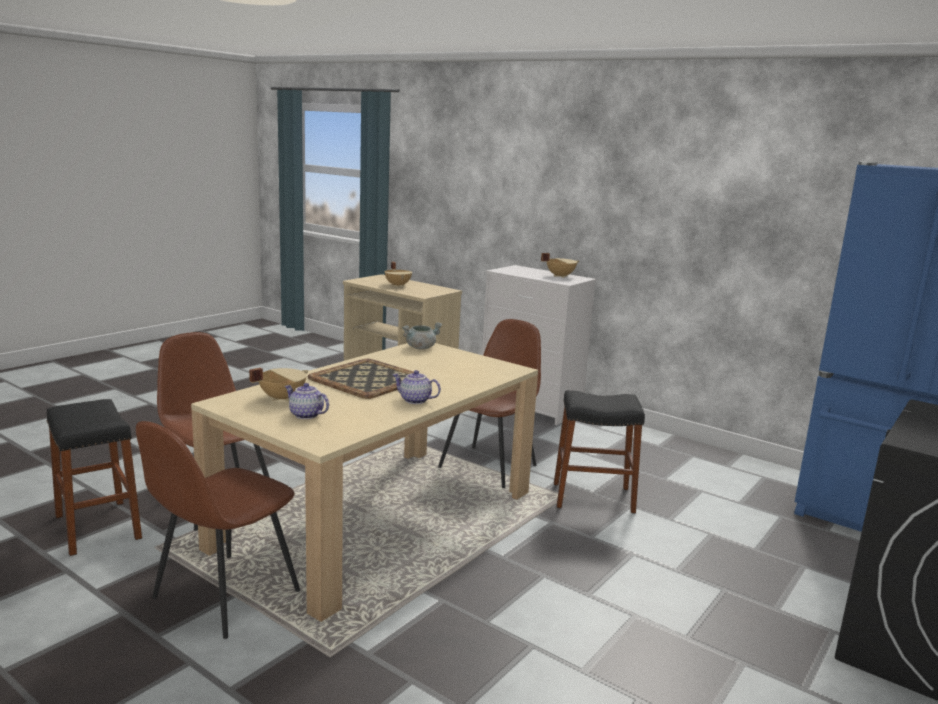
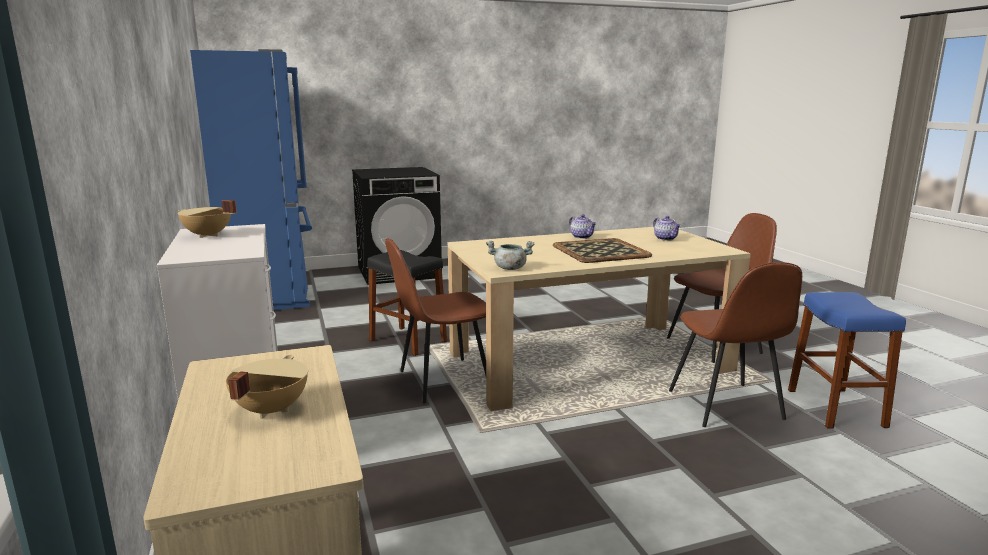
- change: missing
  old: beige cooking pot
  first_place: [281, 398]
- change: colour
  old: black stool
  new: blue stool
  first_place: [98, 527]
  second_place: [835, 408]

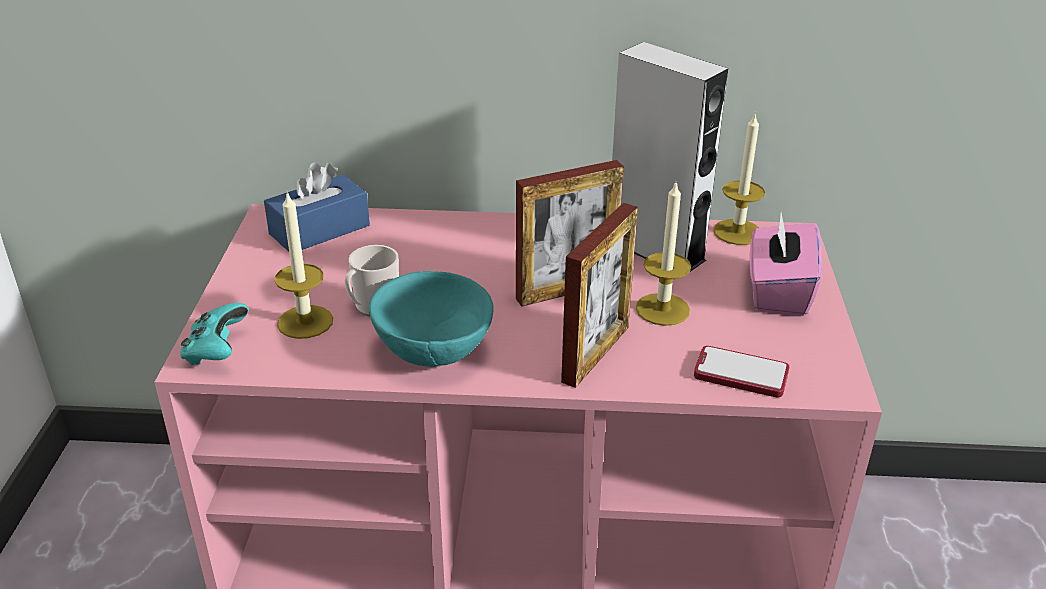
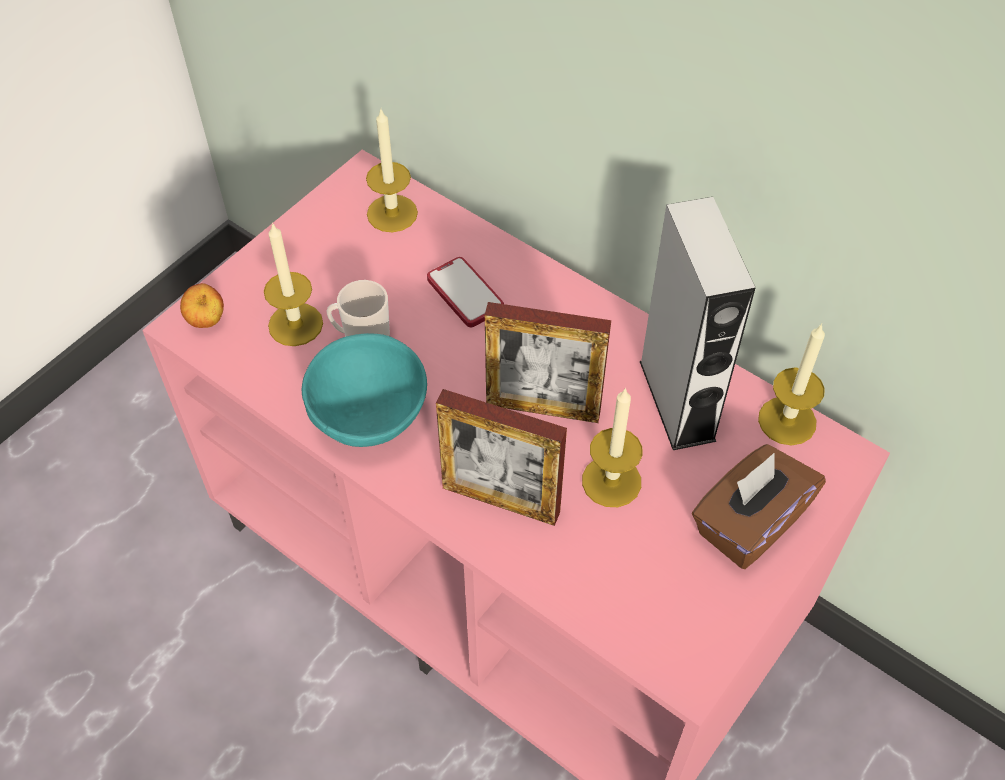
- change: exchanged
  old: blue tissue box
  new: candle
  first_place: [319, 230]
  second_place: [392, 213]
- change: spun
  old: picture frame
  first_place: [596, 354]
  second_place: [501, 500]
  degrees: 45
- change: colour
  old: pink tissue box
  new: brown tissue box
  first_place: [778, 291]
  second_place: [748, 523]
- change: exchanged
  old: turquoise game controller
  new: apple
  first_place: [216, 351]
  second_place: [207, 321]
- change: relocated
  old: phone
  first_place: [741, 374]
  second_place: [465, 294]

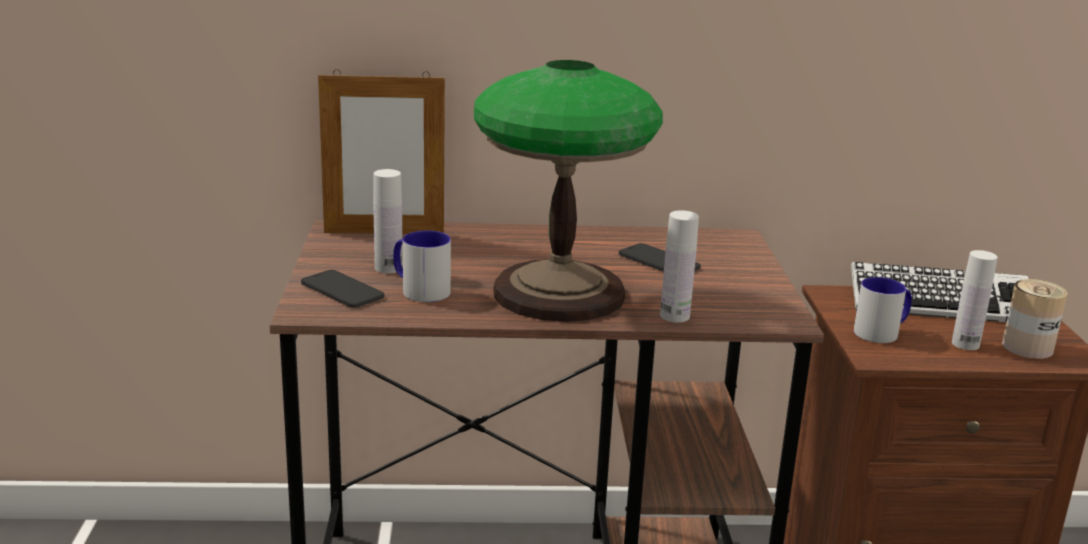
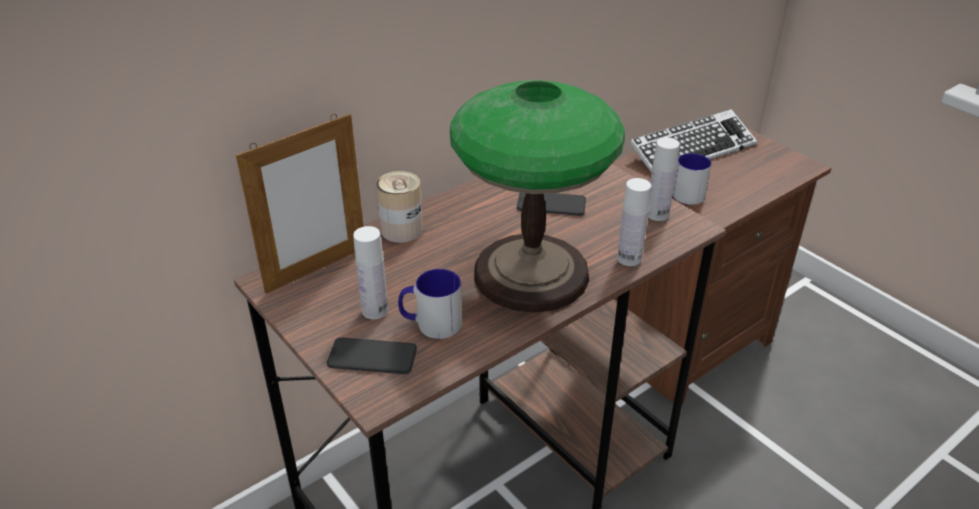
- change: relocated
  old: white bottle
  first_place: [965, 344]
  second_place: [657, 214]
- change: relocated
  old: can
  first_place: [1027, 347]
  second_place: [401, 230]

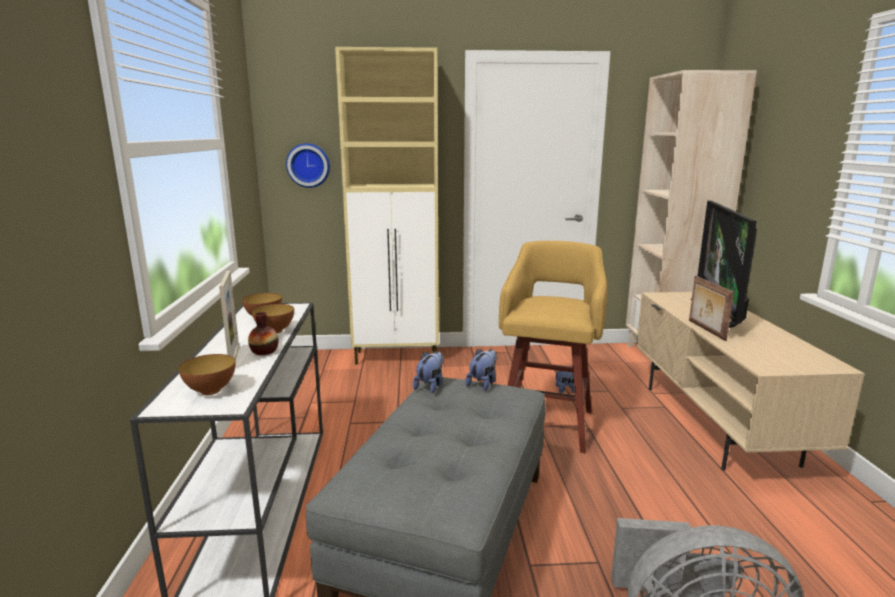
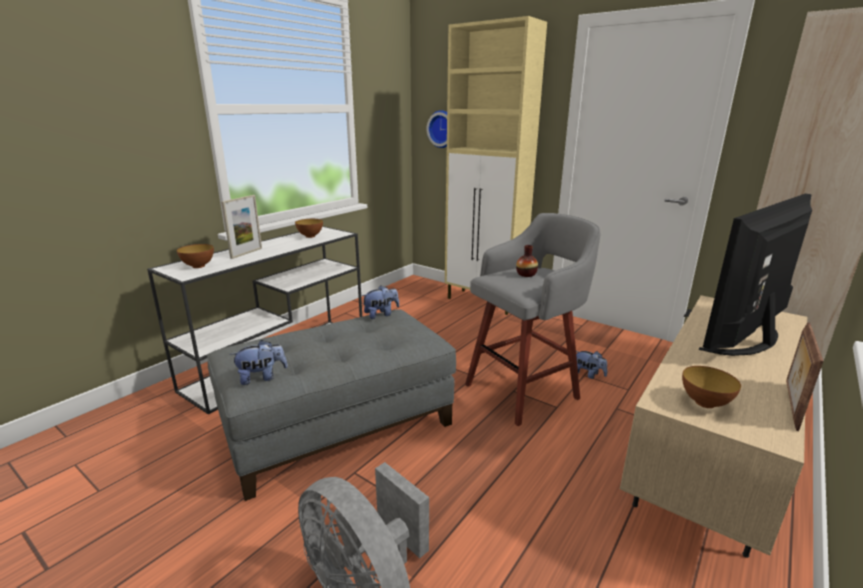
- change: colour
  old: yellow stool
  new: grey stool
  first_place: [547, 422]
  second_place: [524, 390]
- change: relocated
  old: picture frame
  first_place: [705, 330]
  second_place: [790, 405]
- change: relocated
  old: bowl
  first_place: [275, 331]
  second_place: [705, 403]
- change: relocated
  old: vase
  first_place: [264, 351]
  second_place: [526, 274]
- change: relocated
  old: plush toy
  first_place: [483, 383]
  second_place: [262, 377]

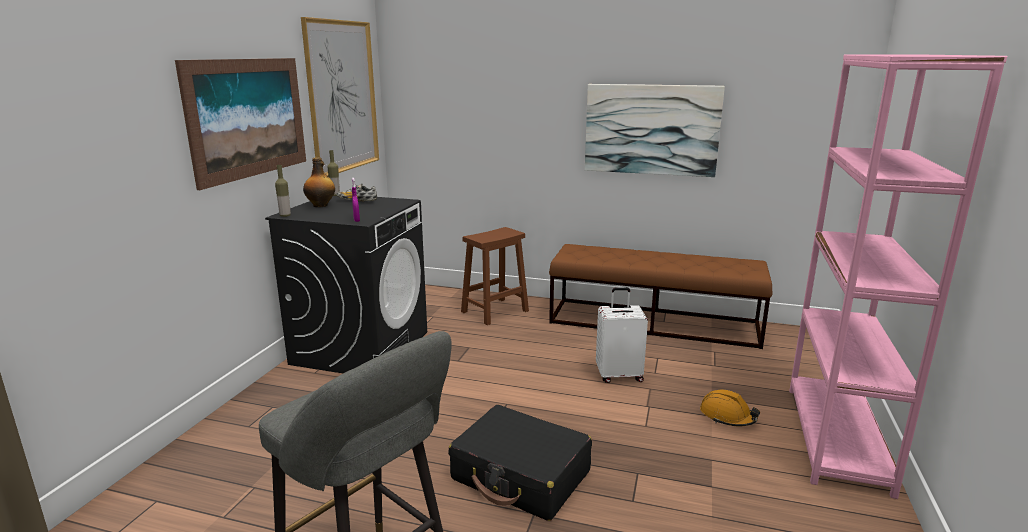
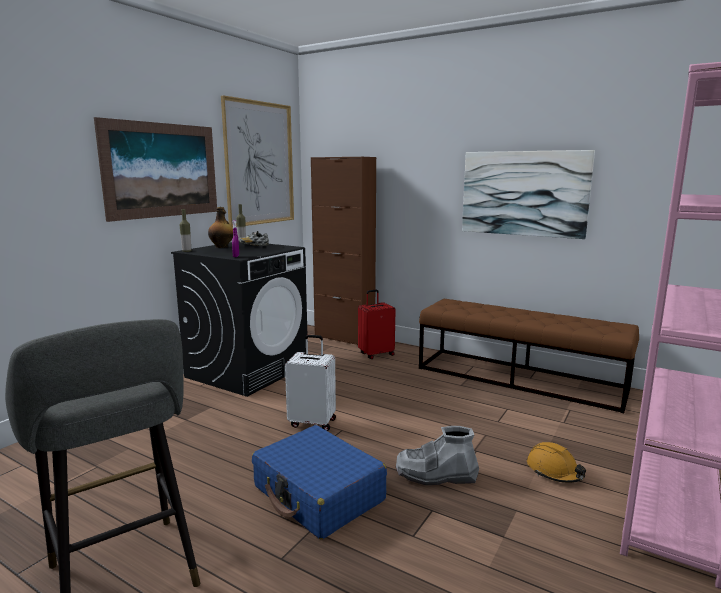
- change: exchanged
  old: brown stool
  new: red suitcase
  first_place: [495, 311]
  second_place: [376, 354]
- change: relocated
  old: white suitcase
  first_place: [619, 375]
  second_place: [313, 422]
- change: colour
  old: black suitcase
  new: blue suitcase
  first_place: [521, 476]
  second_place: [318, 494]
- change: appeared
  new: brown cabinet
  second_place: [344, 338]
- change: appeared
  new: grey boot
  second_place: [435, 475]

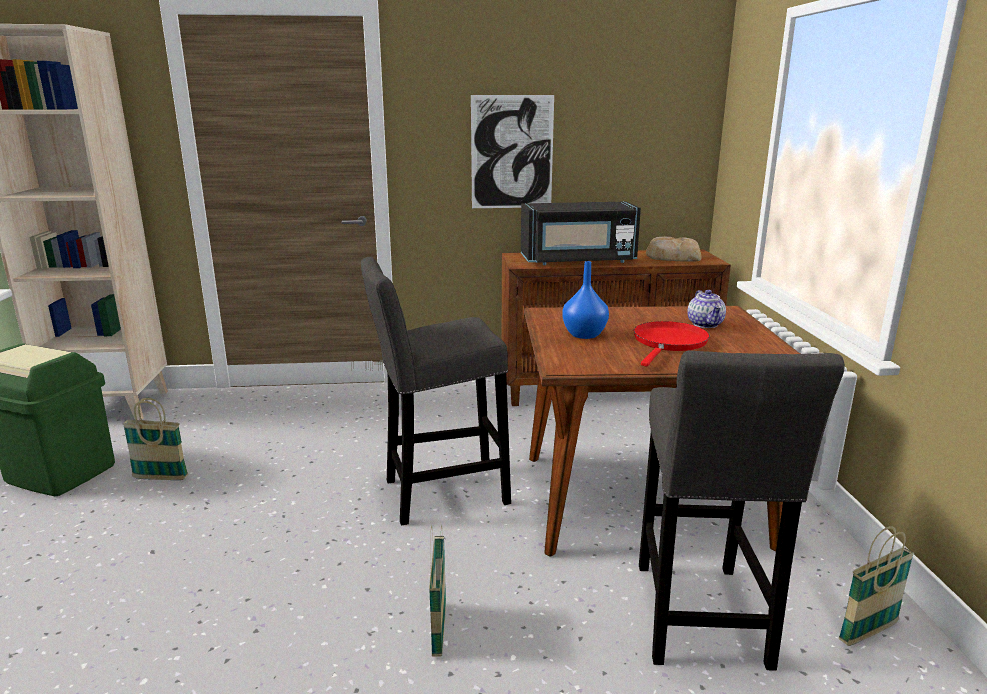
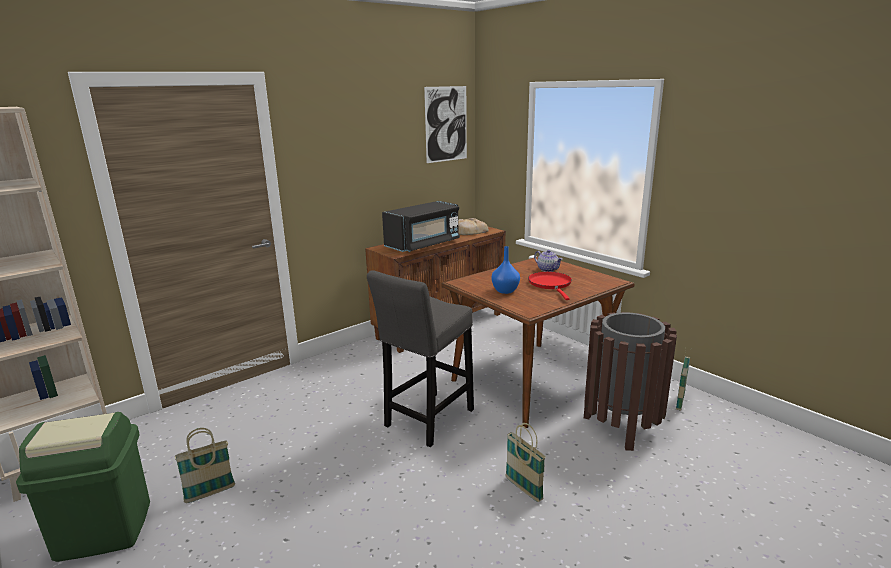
- change: relocated
  old: picture
  first_place: [512, 152]
  second_place: [446, 124]
- change: exchanged
  old: grey stool
  new: brown trash can
  first_place: [699, 620]
  second_place: [621, 426]

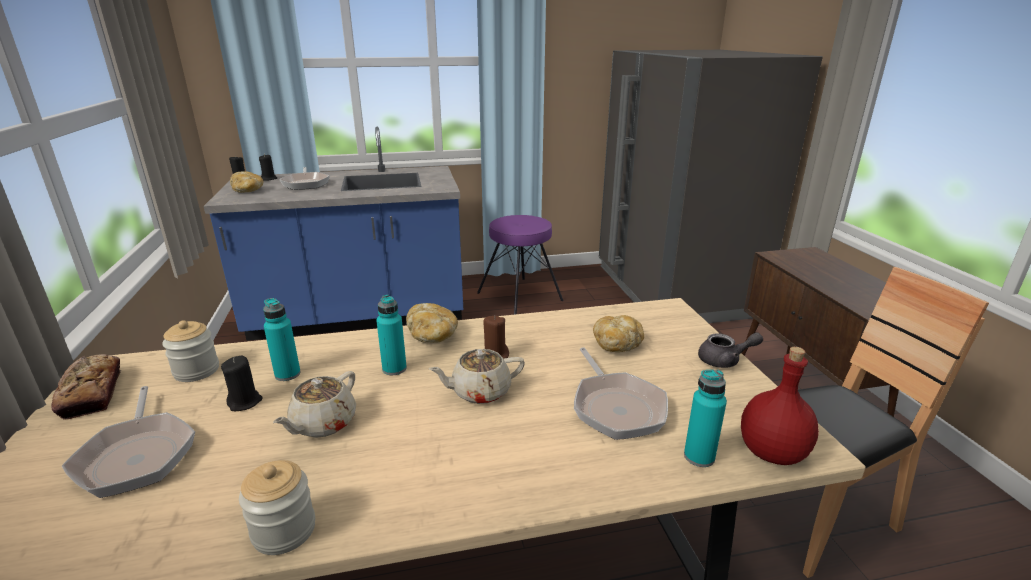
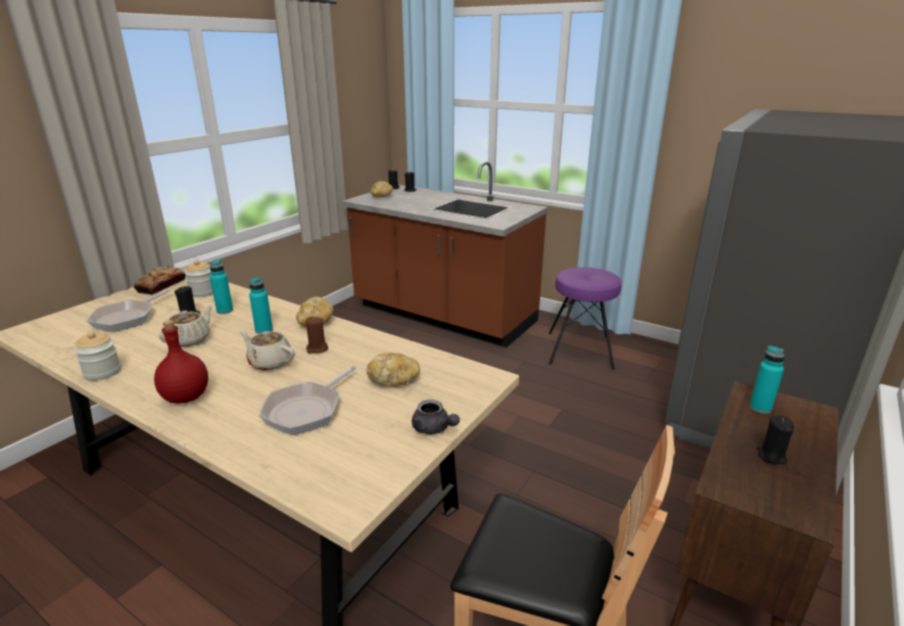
- change: colour
  old: blue counter
  new: brown counter
  first_place: [359, 315]
  second_place: [443, 315]
- change: missing
  old: frying pan
  first_place: [306, 183]
- change: relocated
  old: red bottle
  first_place: [770, 452]
  second_place: [186, 396]
- change: relocated
  old: turquoise bottle
  first_place: [699, 456]
  second_place: [760, 408]
- change: spun
  old: beige teapot
  first_place: [323, 424]
  second_place: [191, 340]
  degrees: 135
- change: appeared
  new: black candle
  second_place: [771, 456]

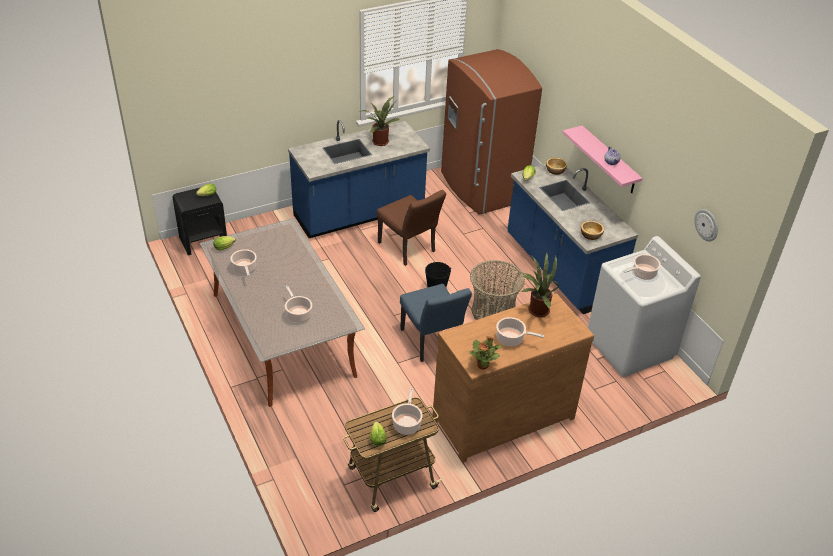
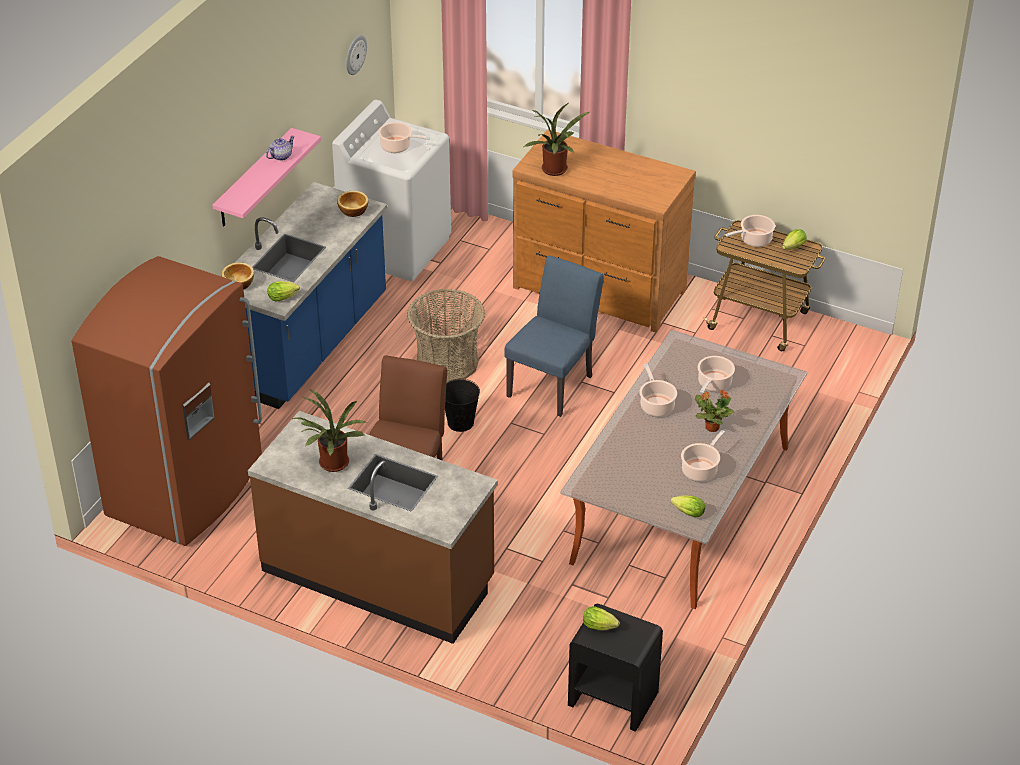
- change: colour
  old: blue counter
  new: brown counter
  first_place: [359, 214]
  second_place: [378, 576]
- change: relocated
  old: cooking pot
  first_place: [511, 339]
  second_place: [656, 405]
- change: relocated
  old: potted plant
  first_place: [483, 365]
  second_place: [711, 427]

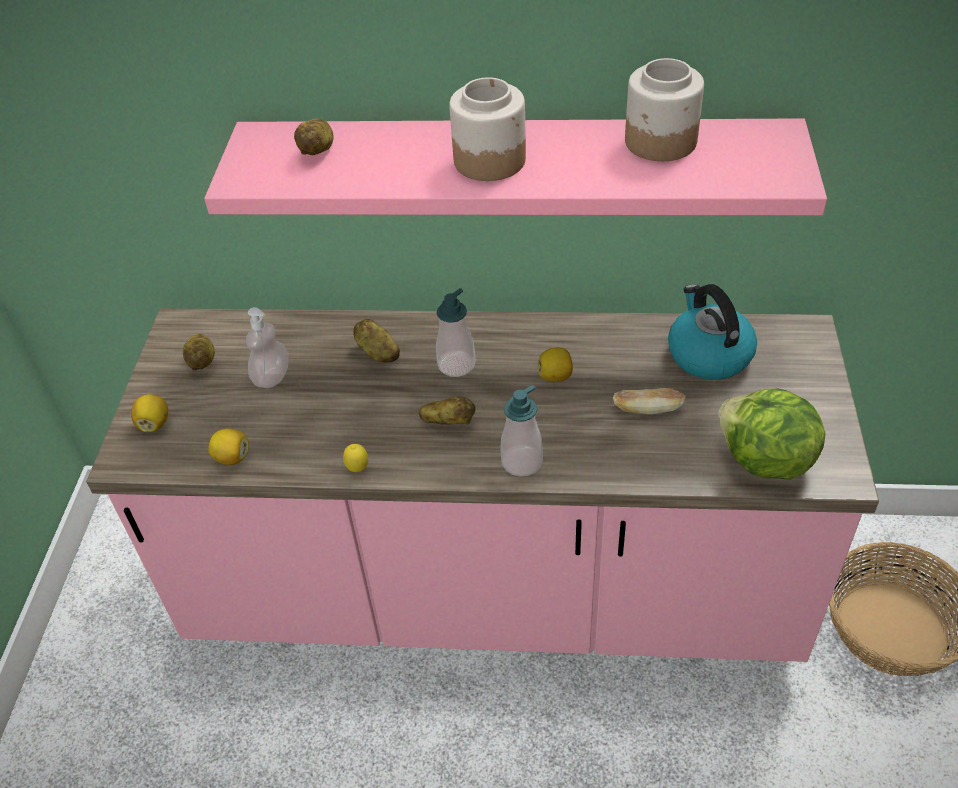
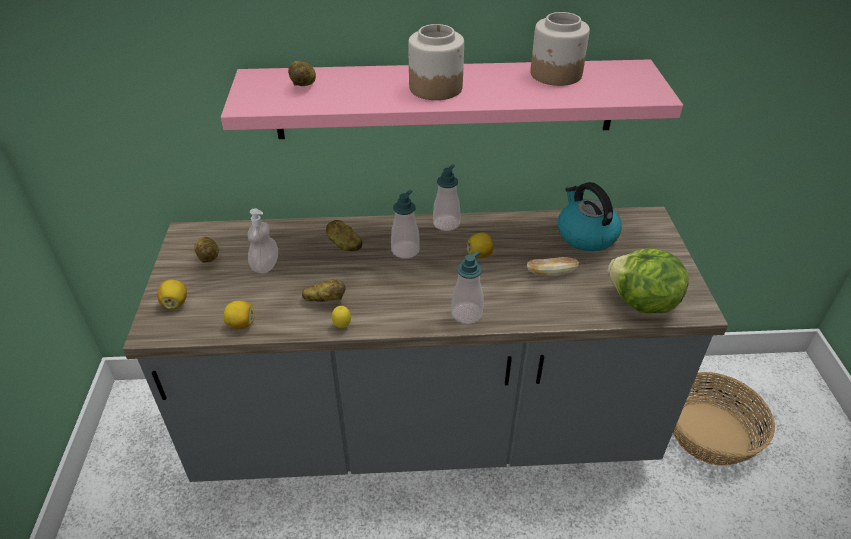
- change: colour
  old: pink counter
  new: grey counter
  first_place: [493, 592]
  second_place: [425, 430]
- change: relocated
  old: potato
  first_place: [448, 422]
  second_place: [325, 300]
- change: appeared
  new: soap dispenser
  second_place: [446, 223]

